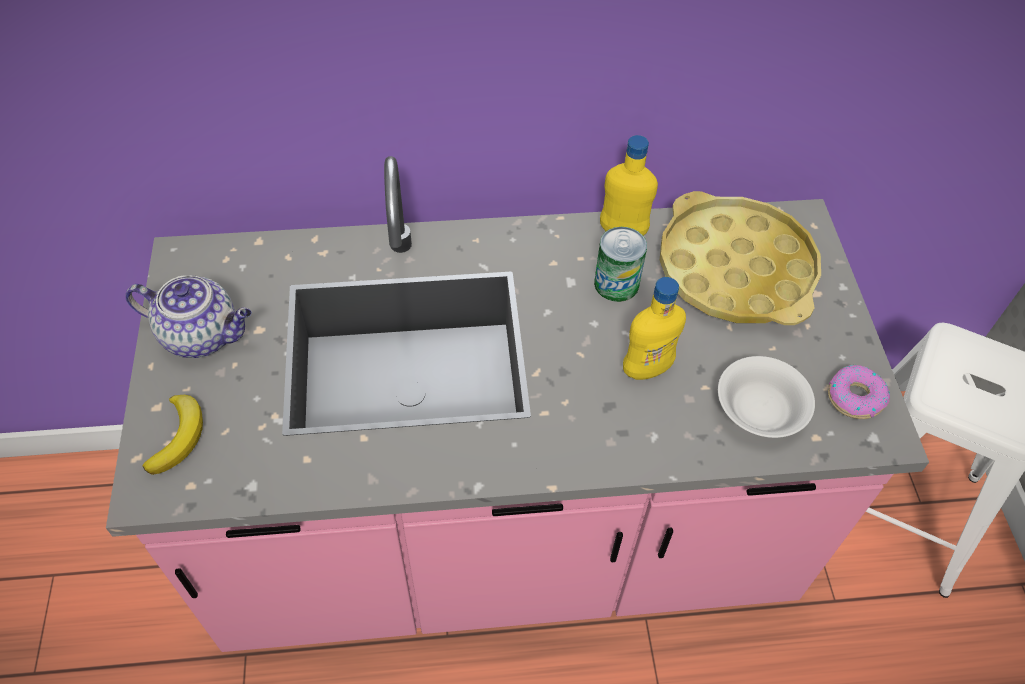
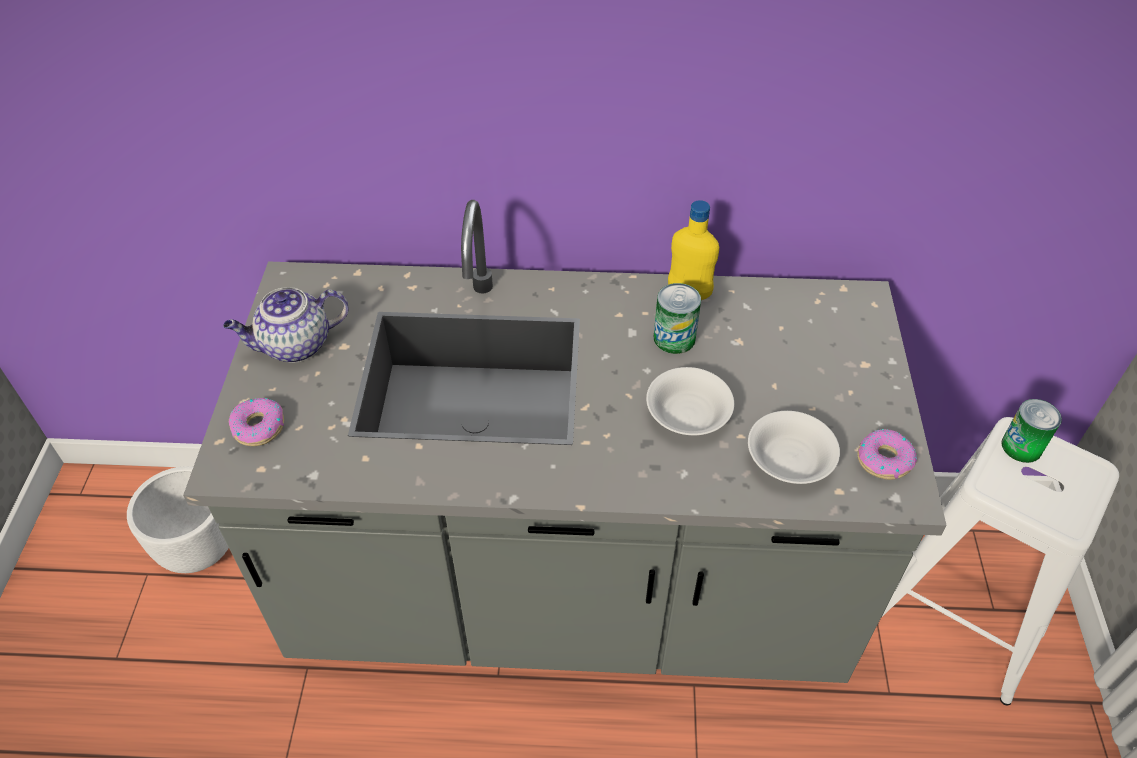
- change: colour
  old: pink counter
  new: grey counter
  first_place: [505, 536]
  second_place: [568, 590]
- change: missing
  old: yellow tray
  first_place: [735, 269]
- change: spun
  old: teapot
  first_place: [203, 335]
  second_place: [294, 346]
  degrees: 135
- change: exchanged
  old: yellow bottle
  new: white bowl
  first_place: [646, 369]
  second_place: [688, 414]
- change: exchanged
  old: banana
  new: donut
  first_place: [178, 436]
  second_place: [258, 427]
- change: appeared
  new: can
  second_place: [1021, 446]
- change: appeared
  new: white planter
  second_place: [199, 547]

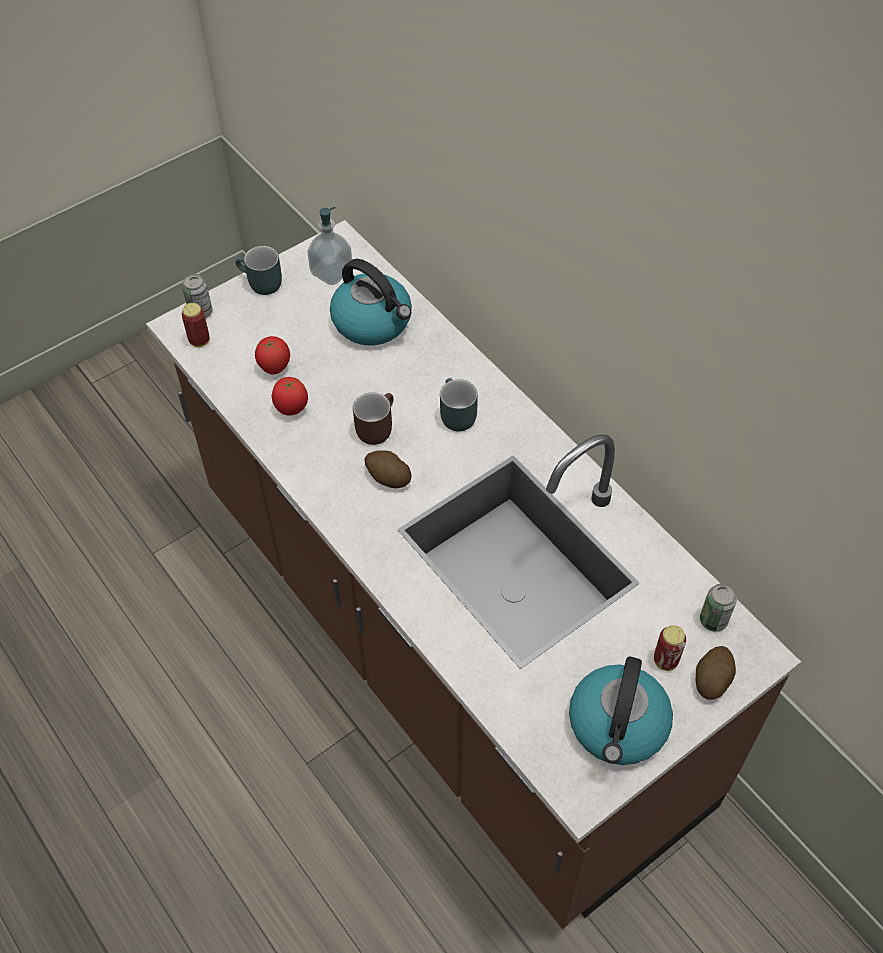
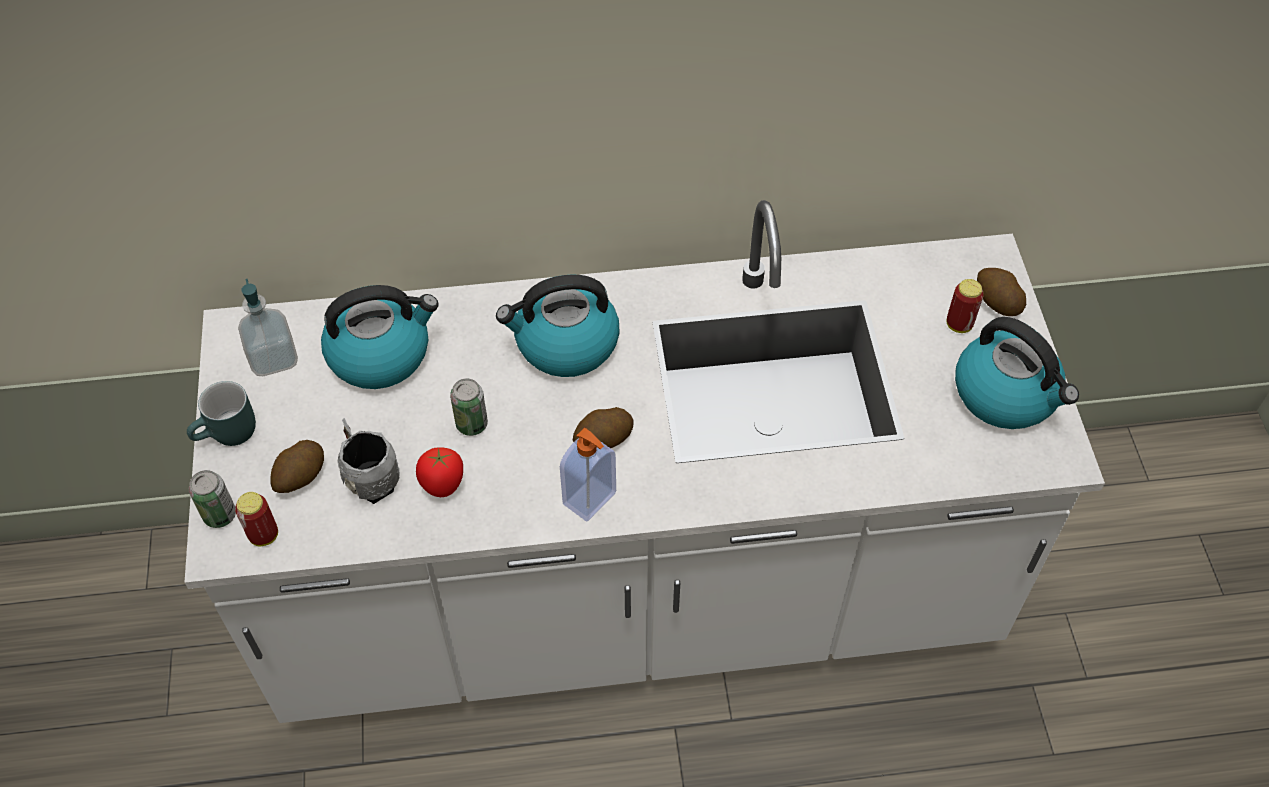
- change: colour
  old: brown counter
  new: white counter
  first_place: [443, 647]
  second_place: [634, 596]
- change: exchanged
  old: tomato
  new: grey mug
  first_place: [274, 368]
  second_place: [370, 477]
- change: exchanged
  old: turquoise mug
  new: kettle
  first_place: [454, 415]
  second_place: [565, 344]
- change: missing
  old: brown mug
  first_place: [375, 427]
- change: relocated
  old: can
  first_place: [713, 620]
  second_place: [472, 424]
- change: appeared
  new: soap dispenser
  second_place: [591, 499]
- change: appeared
  new: potato
  second_place: [300, 477]

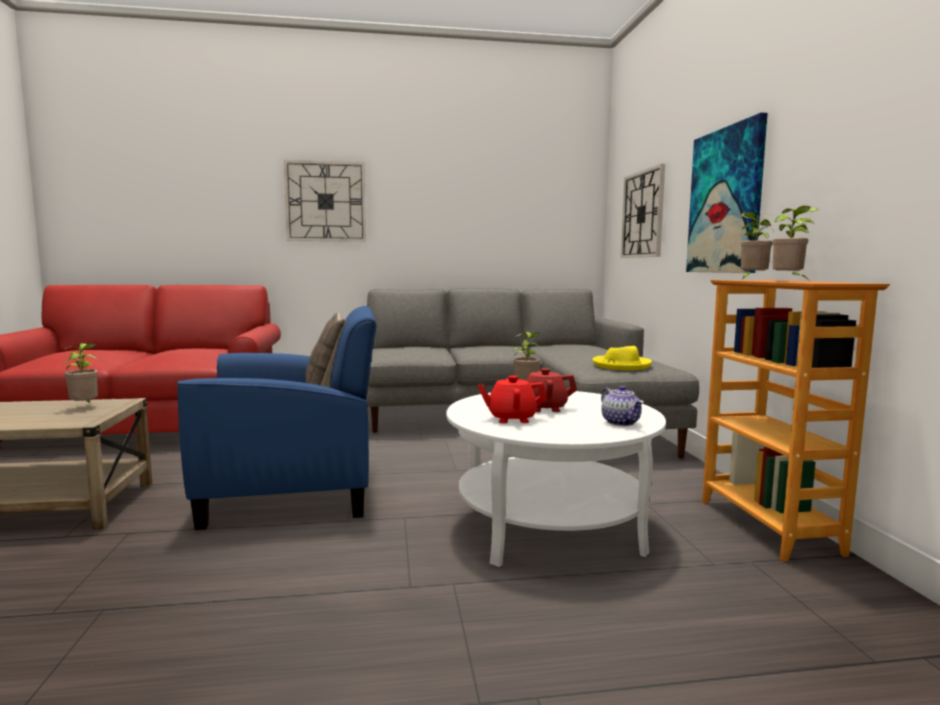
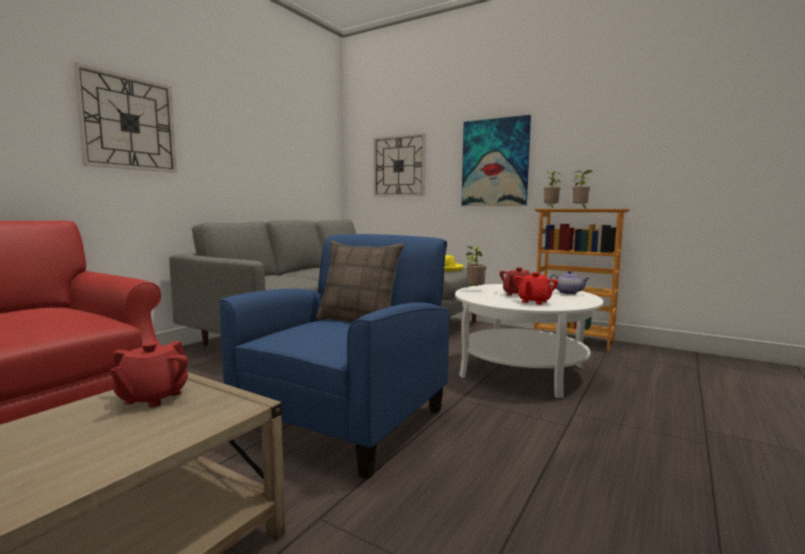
- change: exchanged
  old: potted plant
  new: red teapot
  first_place: [85, 407]
  second_place: [152, 397]

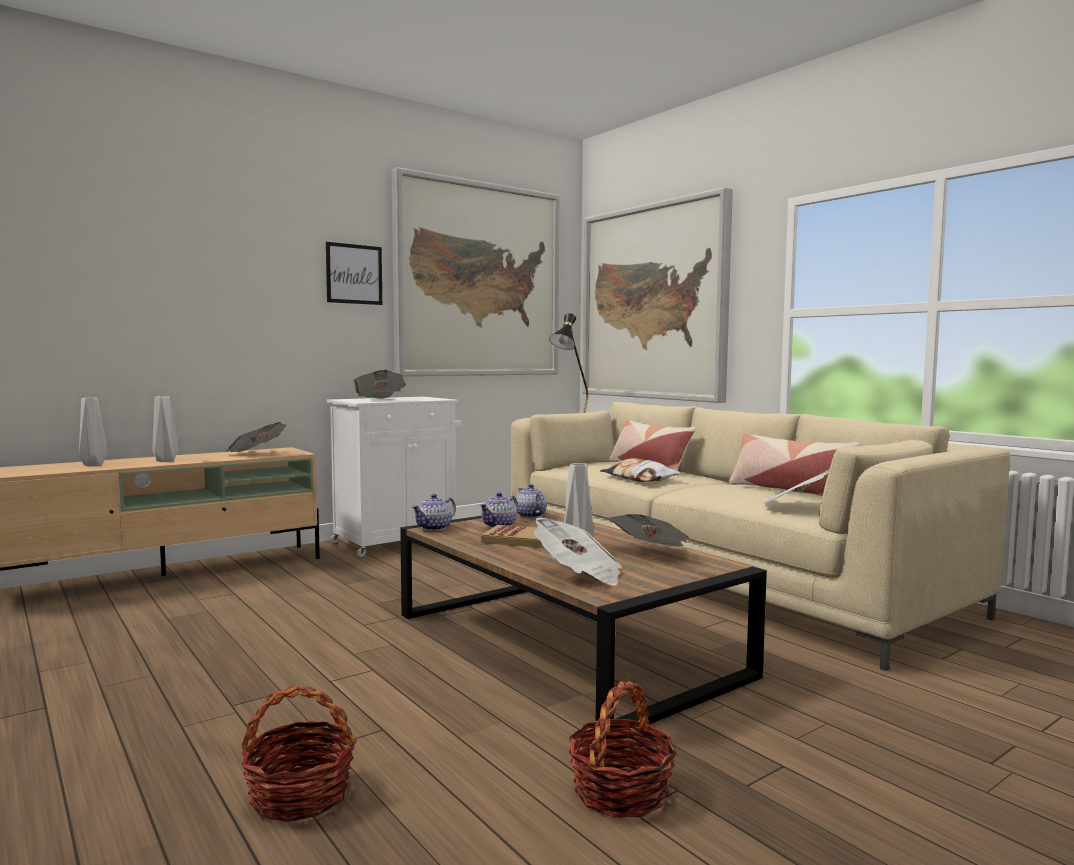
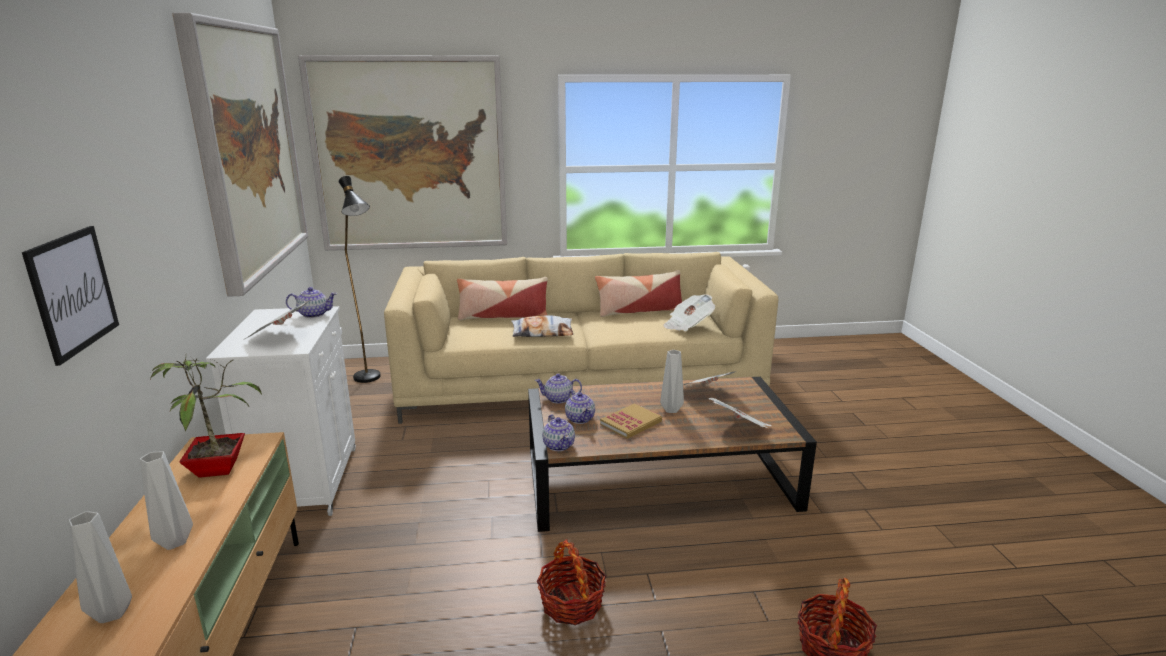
- change: relocated
  old: picture
  first_place: [354, 274]
  second_place: [73, 292]
- change: exchanged
  old: newspaper
  new: potted plant
  first_place: [256, 453]
  second_place: [219, 467]
- change: relocated
  old: basket
  first_place: [620, 792]
  second_place: [571, 603]
- change: appeared
  new: teapot
  second_place: [314, 314]

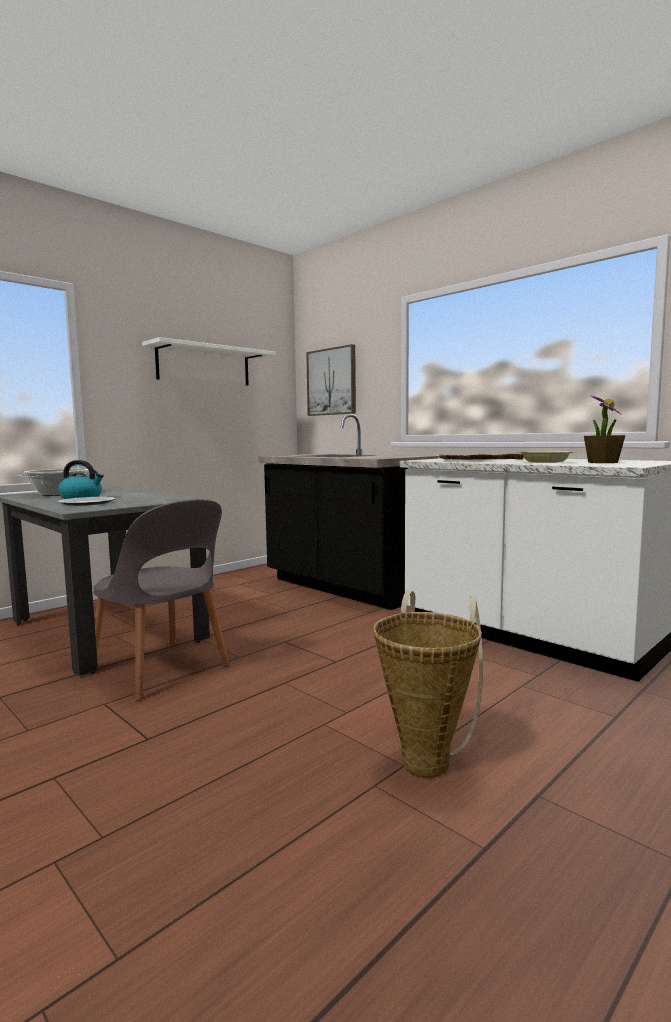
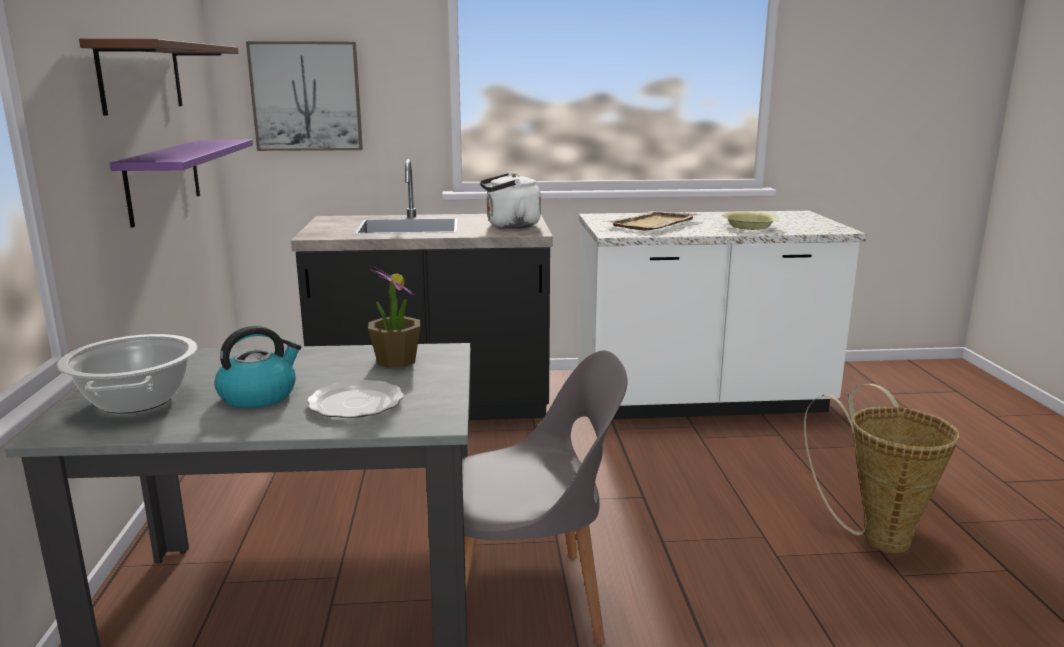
- change: colour
  old: white shelf
  new: brown shelf
  first_place: [204, 365]
  second_place: [141, 77]
- change: relocated
  old: potted plant
  first_place: [602, 462]
  second_place: [396, 361]
- change: appeared
  new: purple shelf
  second_place: [164, 179]
- change: appeared
  new: white kettle
  second_place: [510, 226]

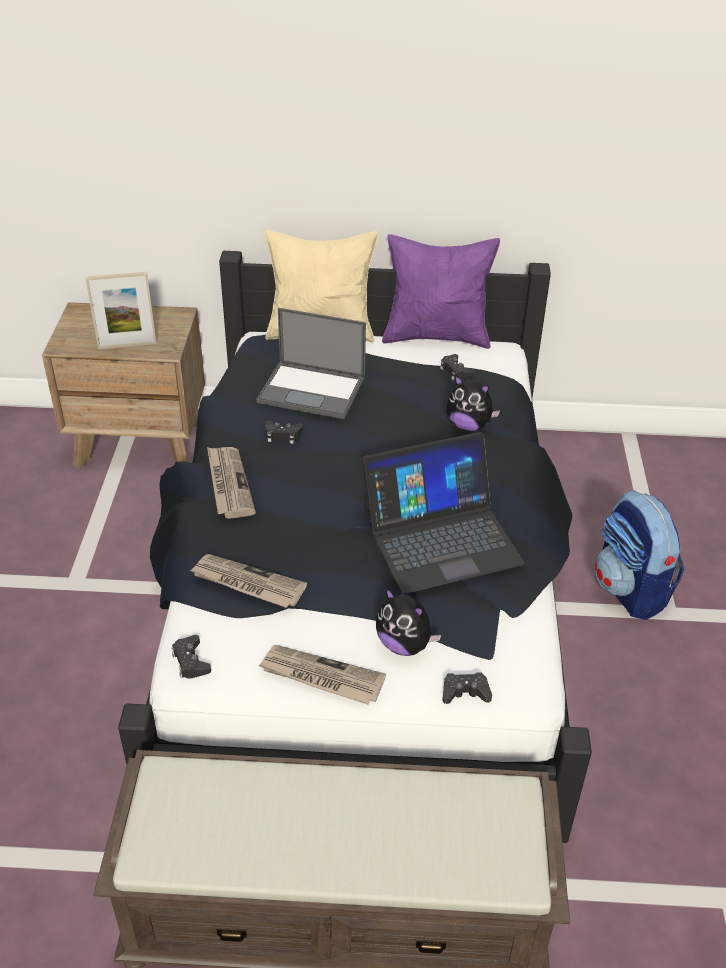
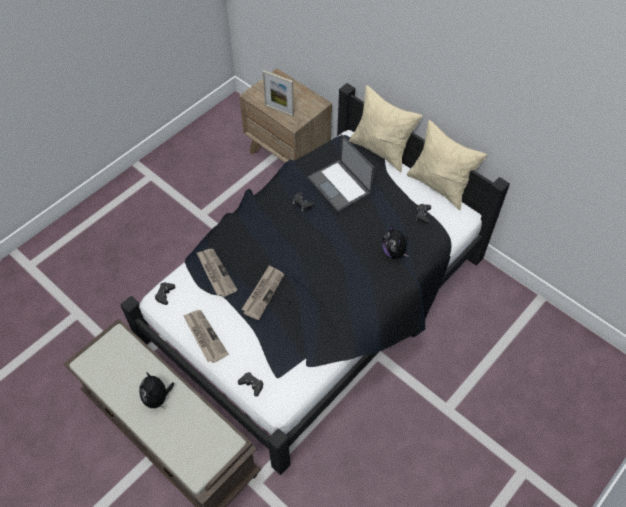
- change: colour
  old: purple pillow
  new: beige pillow
  first_place: [436, 336]
  second_place: [439, 186]
- change: missing
  old: laptop
  first_place: [441, 538]
- change: relocated
  old: newspaper
  first_place: [228, 484]
  second_place: [263, 293]
- change: missing
  old: backpack
  first_place: [630, 590]
- change: relocated
  old: plush toy
  first_place: [404, 644]
  second_place: [158, 398]

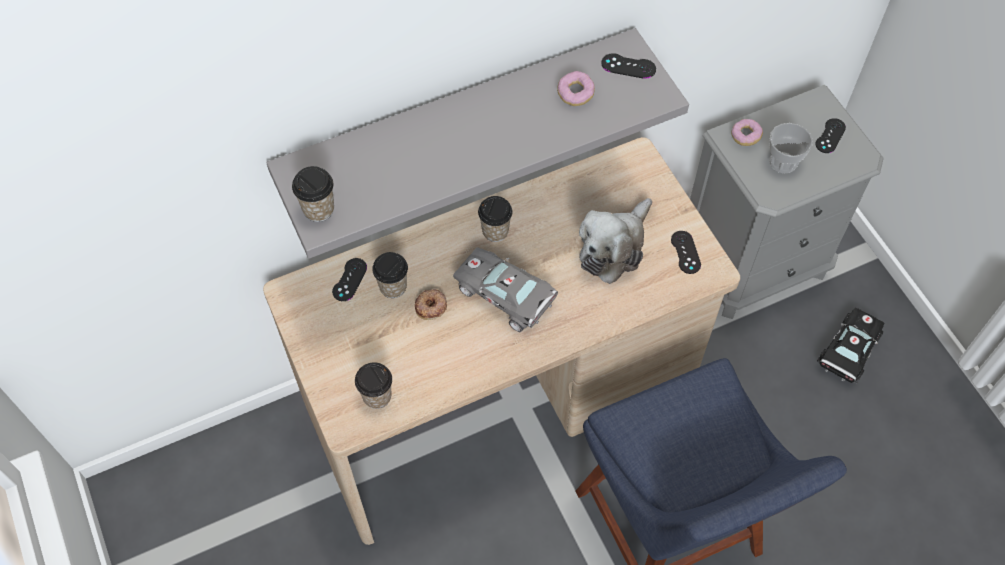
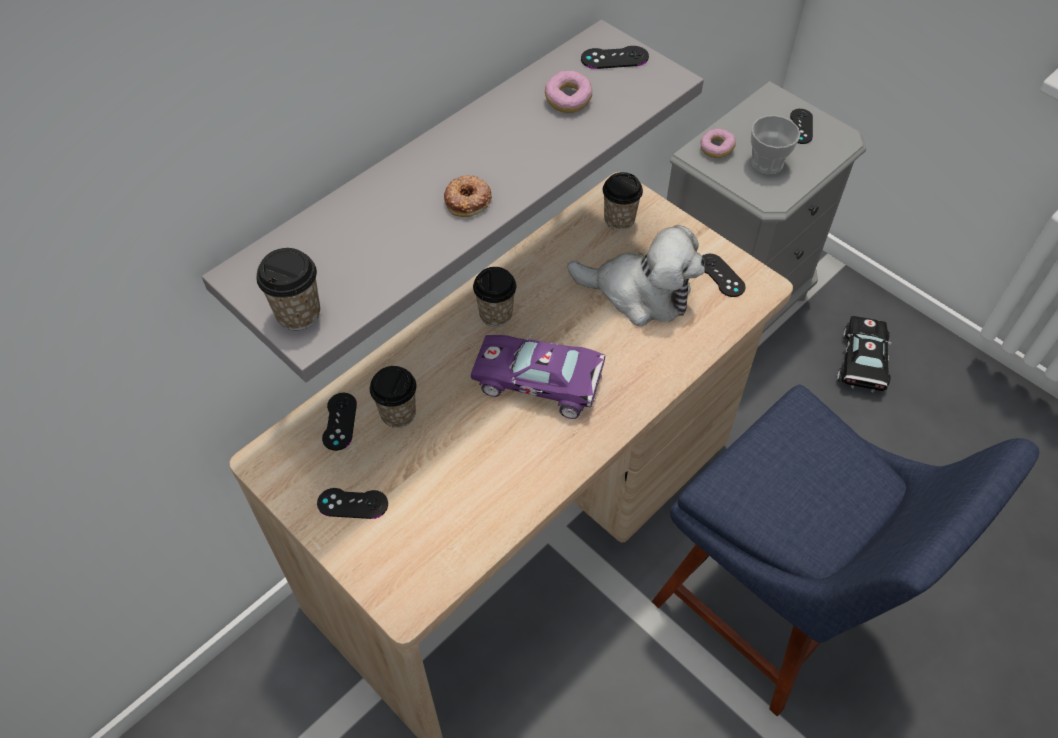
- change: spun
  old: plush toy
  first_place: [614, 247]
  second_place: [640, 293]
  degrees: -90
- change: colour
  old: grey toy car
  new: purple toy car
  first_place: [508, 296]
  second_place: [543, 382]
- change: relocated
  old: donut
  first_place: [431, 306]
  second_place: [468, 200]
- change: relocated
  old: cup
  first_place: [377, 396]
  second_place: [619, 220]
- change: appeared
  new: black game controller
  second_place: [352, 503]

